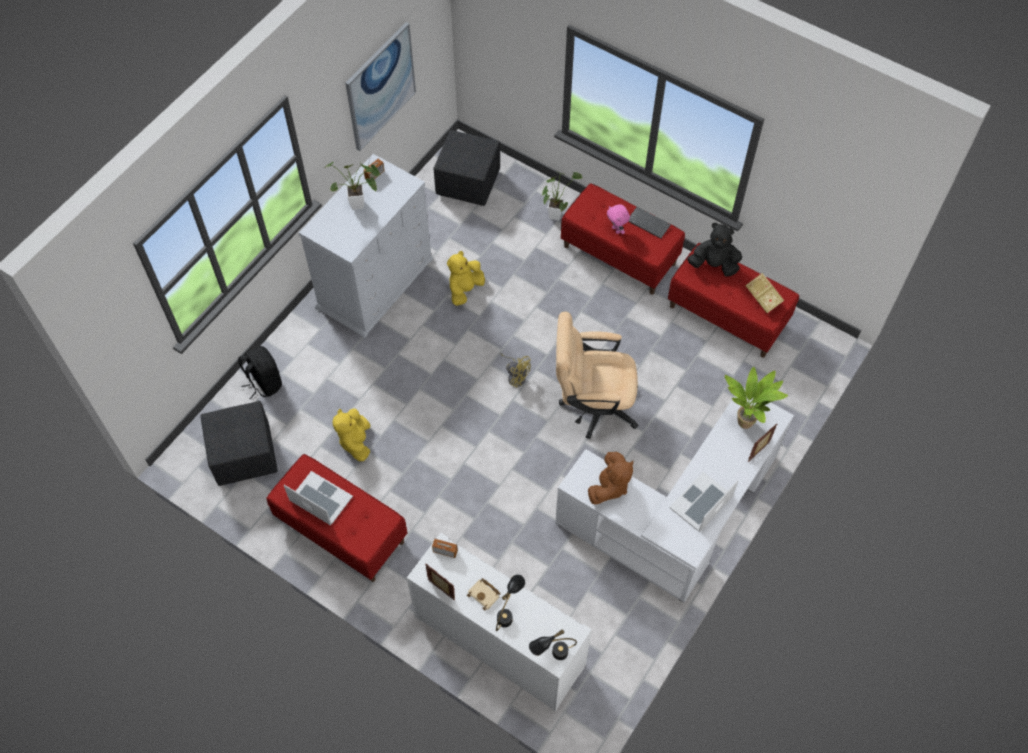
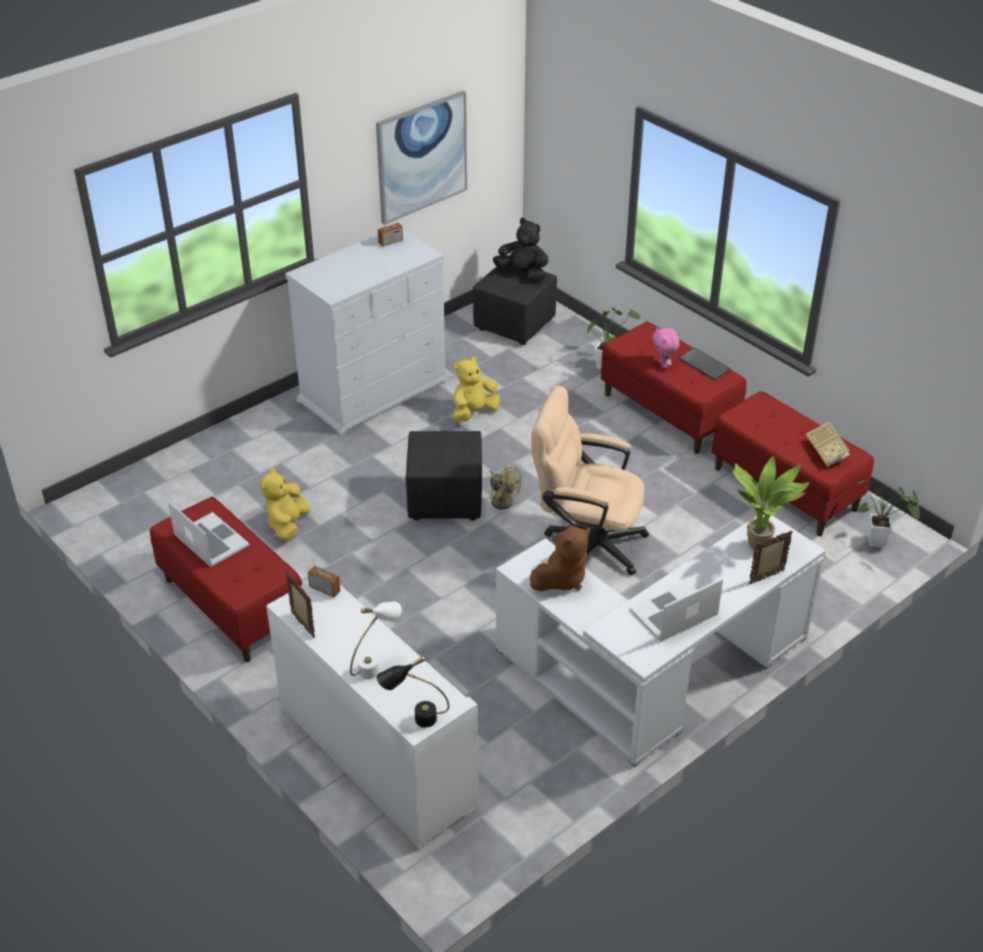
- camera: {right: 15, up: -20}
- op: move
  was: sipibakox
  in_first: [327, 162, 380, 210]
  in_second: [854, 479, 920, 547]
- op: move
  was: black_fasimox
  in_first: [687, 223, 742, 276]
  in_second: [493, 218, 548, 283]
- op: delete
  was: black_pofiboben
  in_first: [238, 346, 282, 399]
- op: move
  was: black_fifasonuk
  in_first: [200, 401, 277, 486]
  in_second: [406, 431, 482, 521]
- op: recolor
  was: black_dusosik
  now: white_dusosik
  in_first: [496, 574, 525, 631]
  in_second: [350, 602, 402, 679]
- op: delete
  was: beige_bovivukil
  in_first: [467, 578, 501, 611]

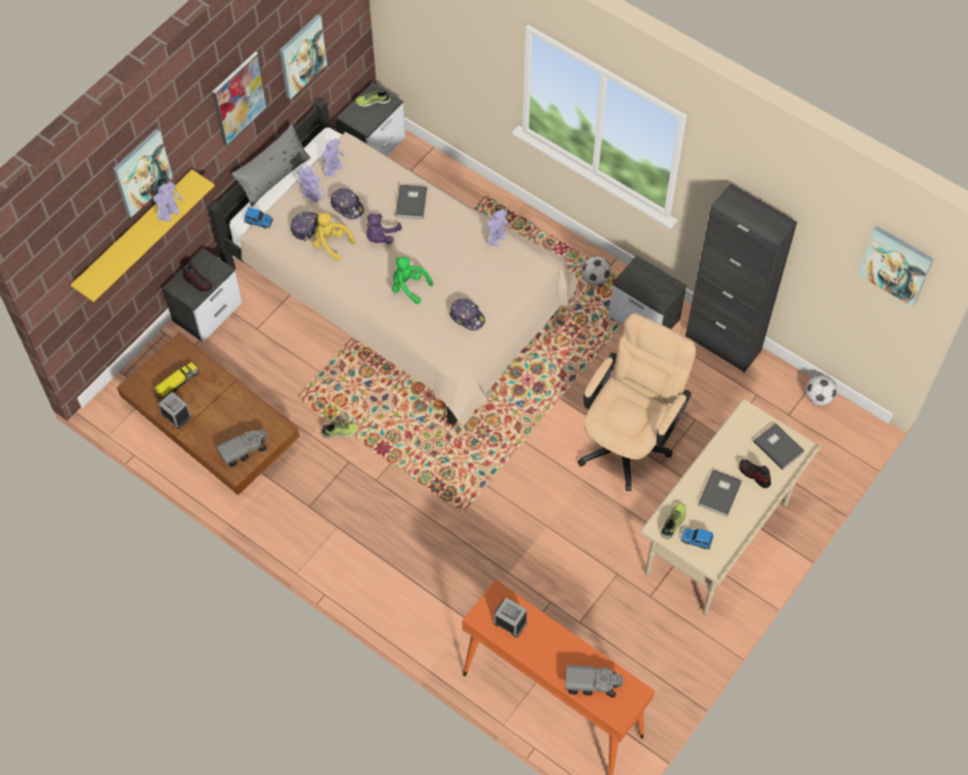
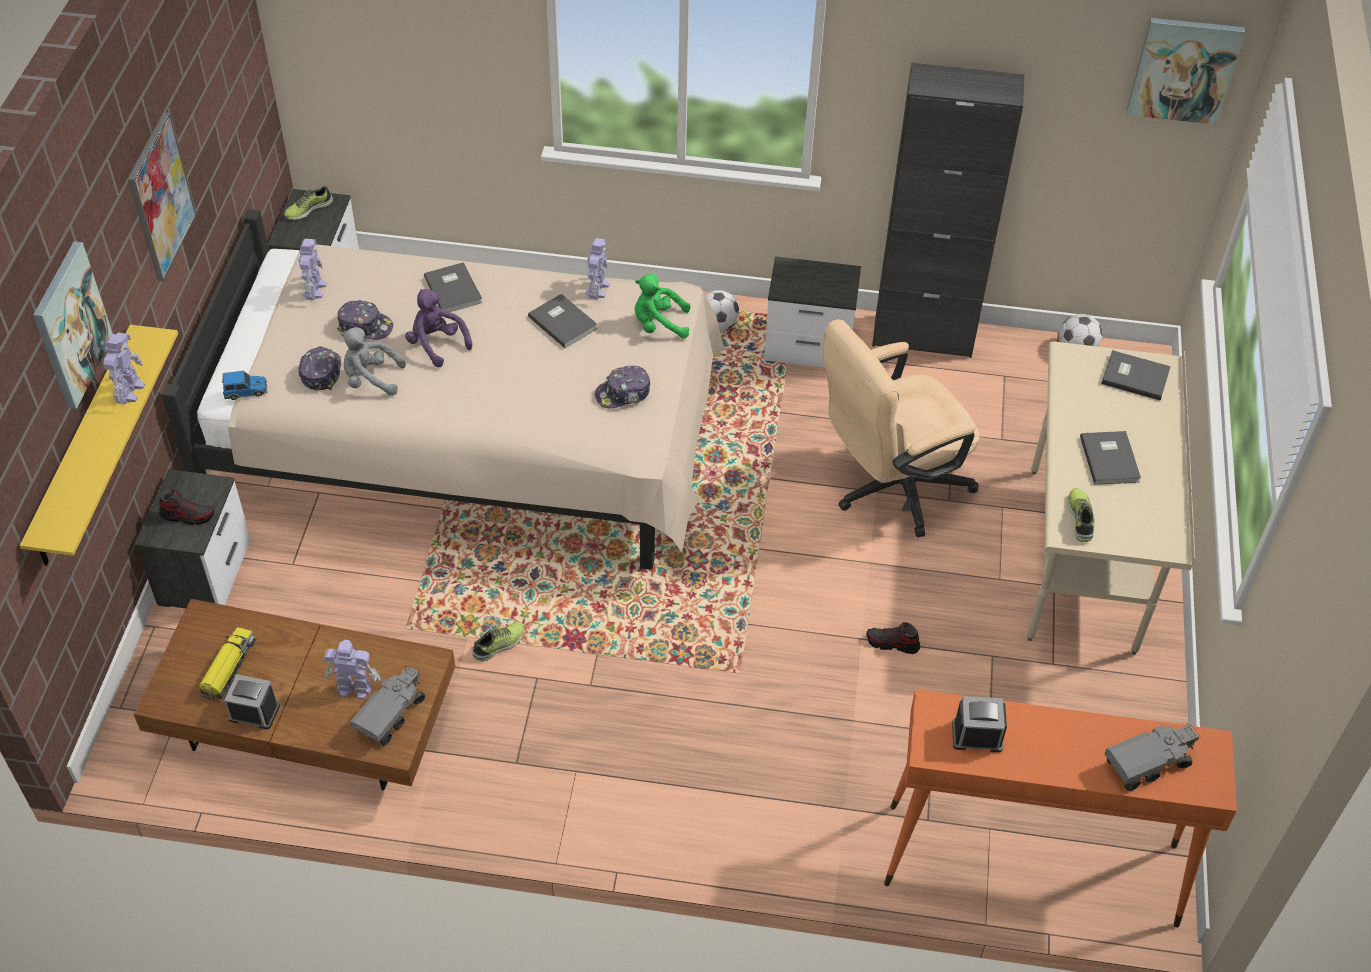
- camera: {right: -30, up: -10}
- op: delete
  was: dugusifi
  in_first: [280, 14, 327, 99]
- op: delete
  was: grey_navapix
  in_first: [232, 125, 311, 207]
- op: move
  was: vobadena
  in_first: [296, 166, 325, 203]
  in_second: [324, 640, 381, 699]
- op: recolor
  was: yellow_fasimox
  now: grey_fasimox
  in_first: [313, 213, 355, 261]
  in_second: [341, 327, 406, 396]
- op: rotate
  was: purple_fasimox
  in_first: [366, 213, 402, 244]
  in_second: [405, 289, 472, 367]
  clockwise: 135
- op: move
  was: green_fasimox
  in_first: [392, 257, 433, 304]
  in_second: [635, 274, 690, 339]
- op: rotate
  was: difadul
  in_first: [449, 298, 485, 331]
  in_second: [595, 366, 650, 408]
  clockwise: 150
- op: rotate
  was: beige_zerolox
  in_first: [578, 313, 696, 491]
  in_second: [822, 319, 980, 537]
  clockwise: -120
- op: move
  was: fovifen
  in_first: [739, 459, 771, 488]
  in_second: [866, 622, 920, 654]
- op: delete
  was: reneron
  in_first: [681, 529, 714, 550]
- op: insert
  now: grey_bovivukil
  in_second: [528, 294, 598, 348]

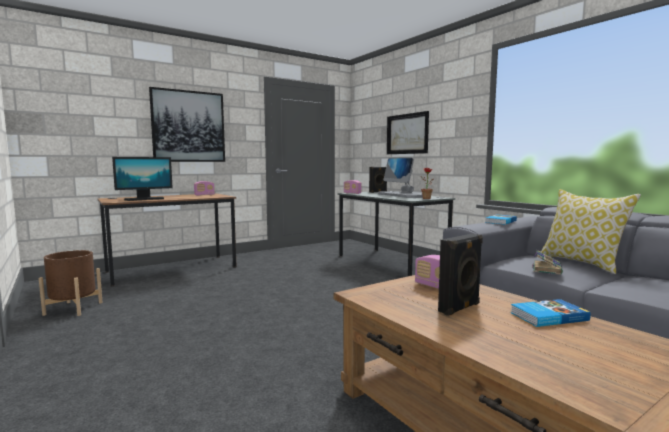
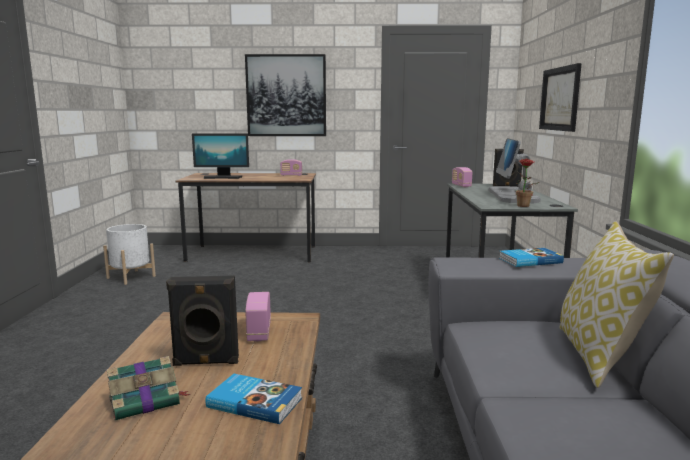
- camera: {right: 35, up: 5}
- op: recolor
  was: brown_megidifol
  now: white_megidifol
  in_first: [39, 250, 103, 316]
  in_second: [103, 224, 156, 285]
- op: move
  was: bovivukil
  in_first: [532, 250, 563, 275]
  in_second: [107, 356, 190, 421]

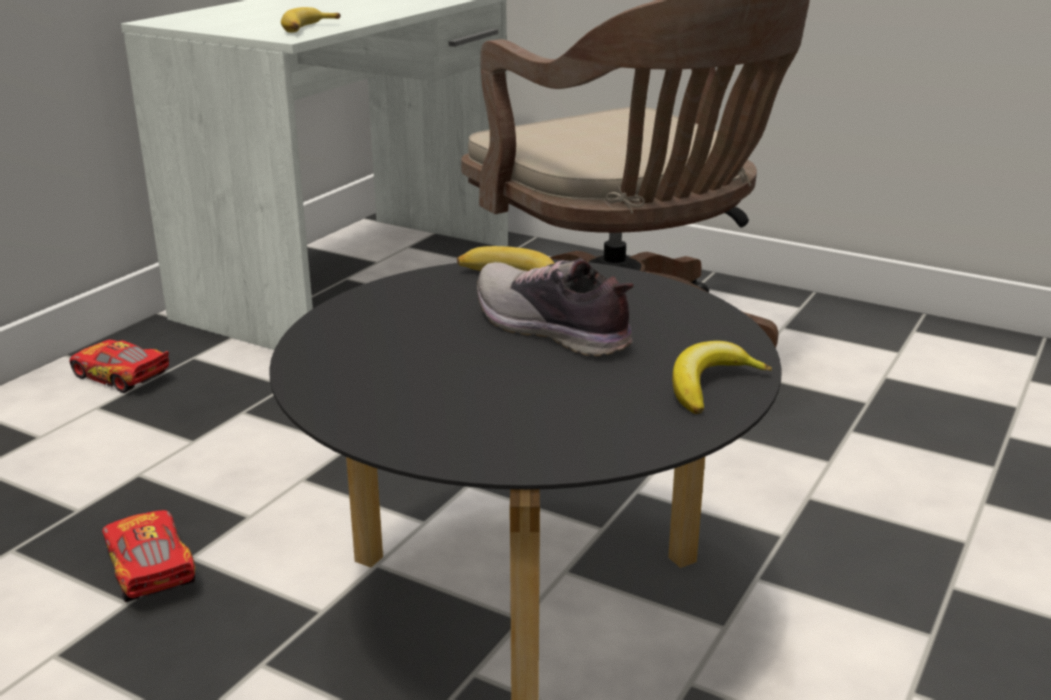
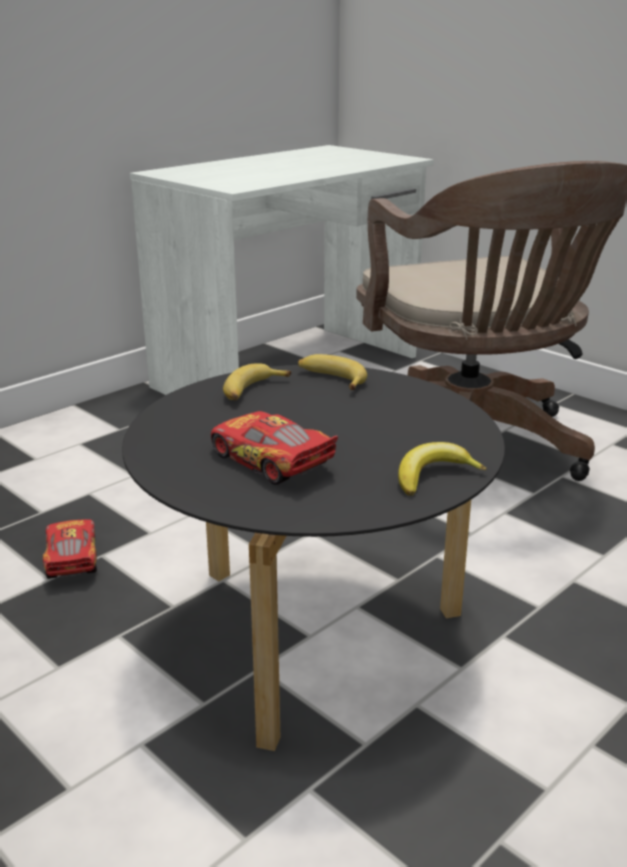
- camera: {right: 15, up: 0}
- op: move
  was: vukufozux
  in_first: [281, 7, 341, 33]
  in_second: [223, 363, 291, 400]
- op: delete
  was: fovifen
  in_first: [477, 258, 634, 356]
- op: move
  was: reneron
  in_first: [70, 340, 169, 393]
  in_second: [211, 411, 338, 485]

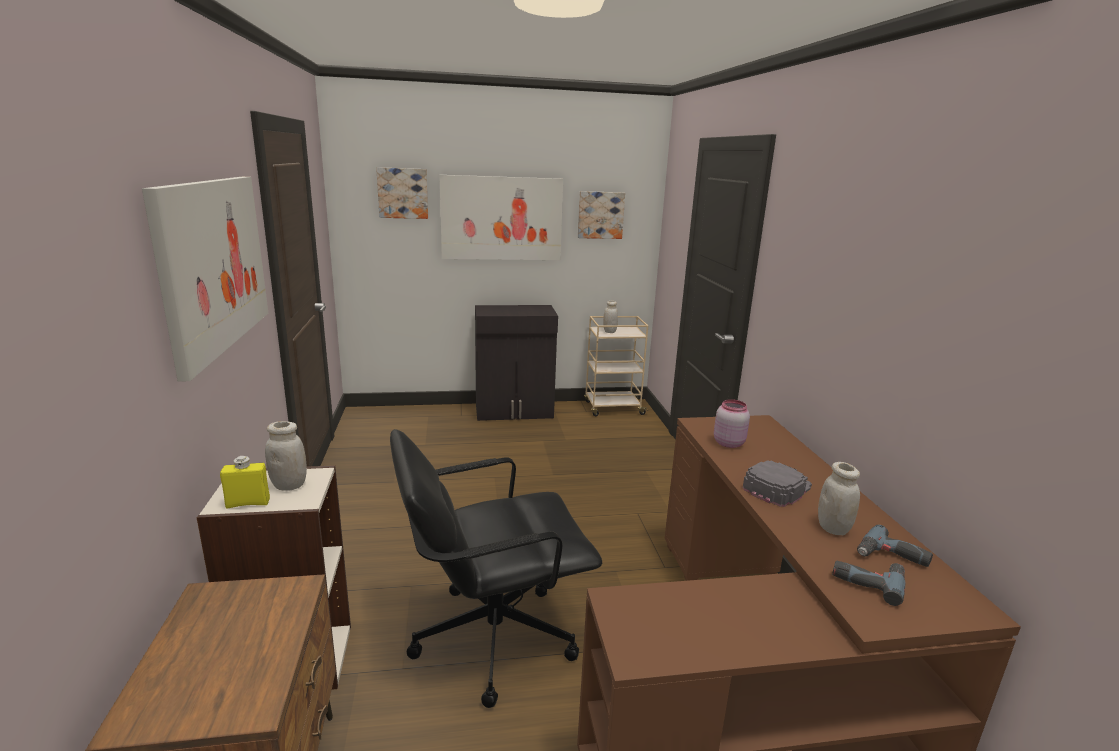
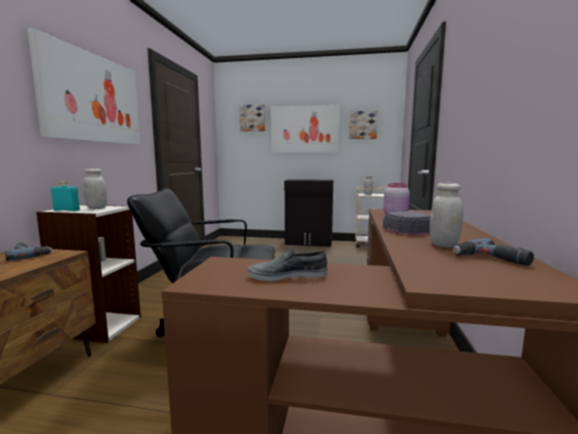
- camera: {right: 20, up: -10}
- op: recolor
  was: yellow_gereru
  now: turquoise_gereru
  in_first: [220, 456, 270, 508]
  in_second: [51, 181, 80, 211]
- op: move
  was: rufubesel
  in_first: [832, 561, 905, 606]
  in_second: [5, 243, 53, 261]
- op: insert
  now: grey_fovifen
  in_second: [247, 247, 328, 281]

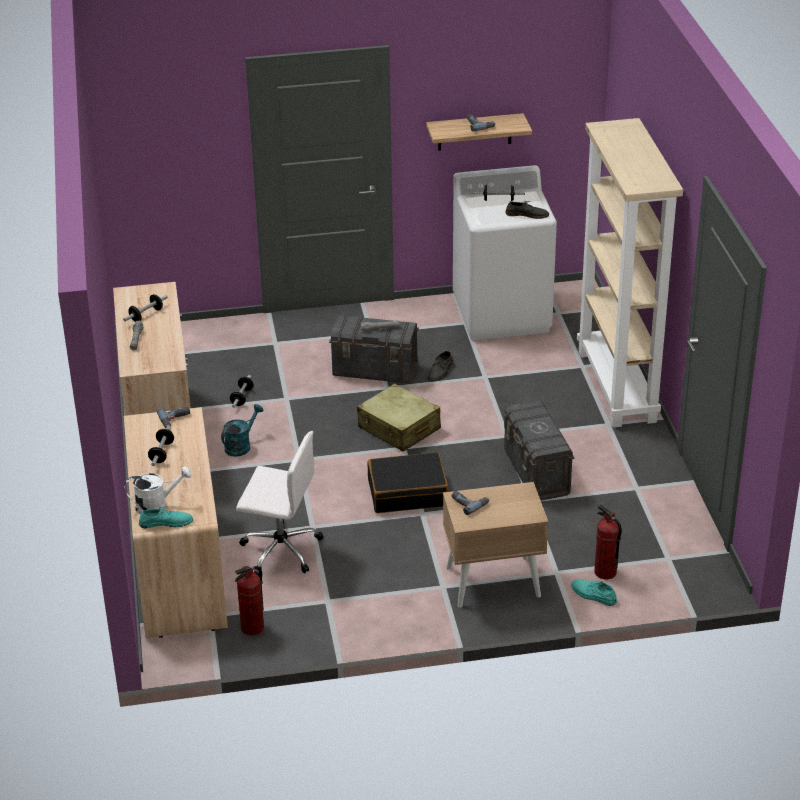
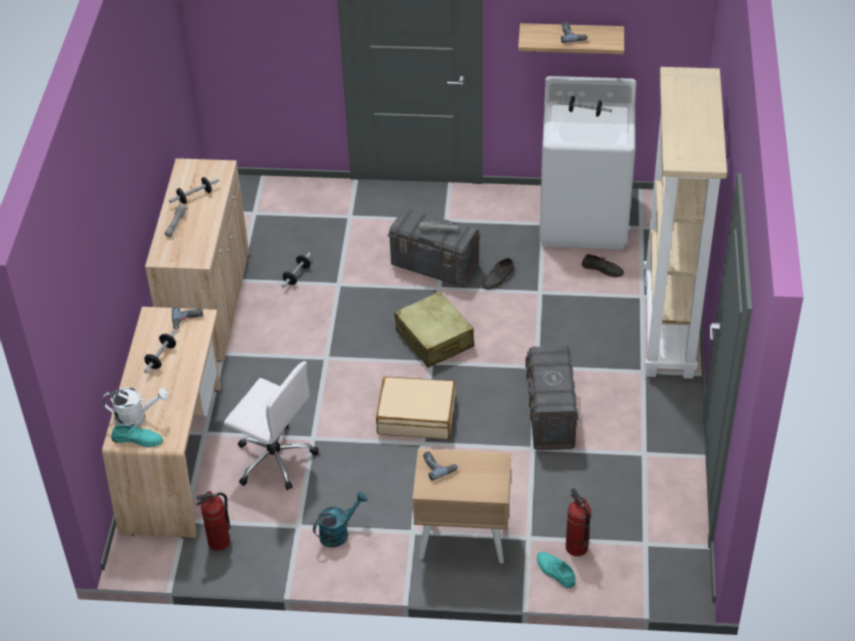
- camera: {right: 15, up: 10}
- op: move
  was: grey_fovifen
  in_first: [505, 201, 549, 219]
  in_second: [582, 254, 624, 277]
- op: move
  was: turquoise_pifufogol
  in_first: [221, 404, 264, 457]
  in_second: [313, 492, 368, 547]
- op: recolor
  was: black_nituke
  now: beige_nituke
  in_first: [367, 452, 448, 513]
  in_second: [376, 377, 456, 439]

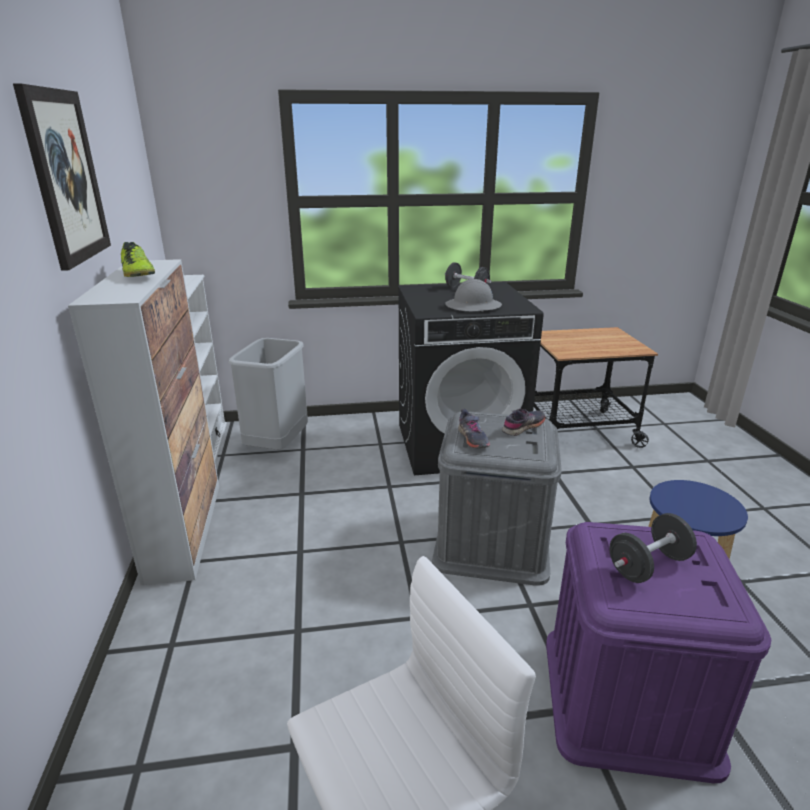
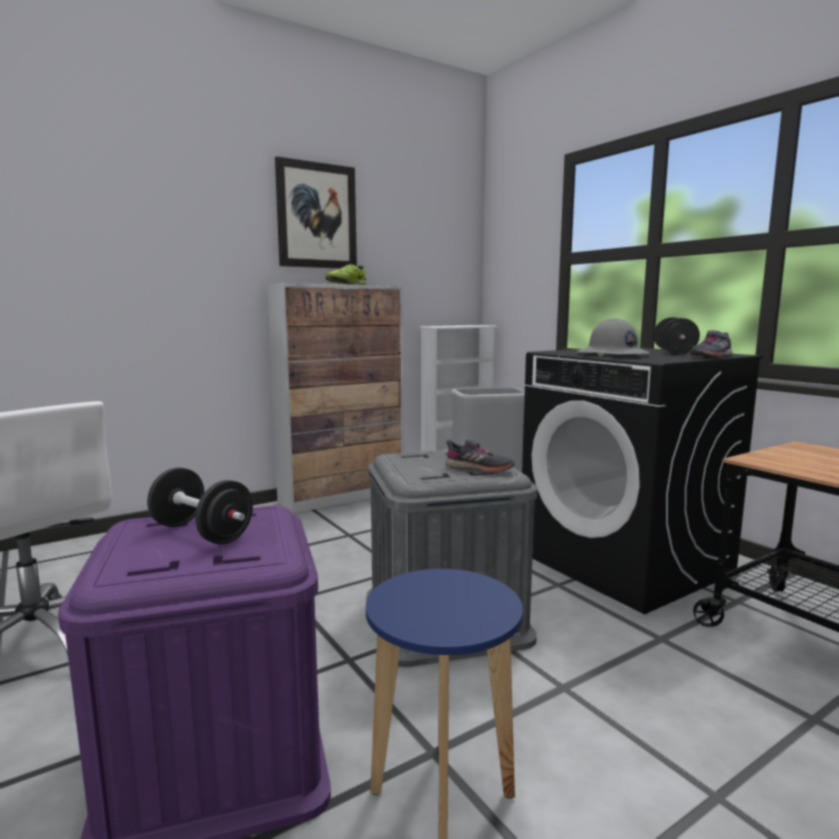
- camera: {right: 65, up: -15}
- op: move
  was: grey_fovifen
  in_first: [458, 409, 490, 448]
  in_second: [690, 330, 732, 357]

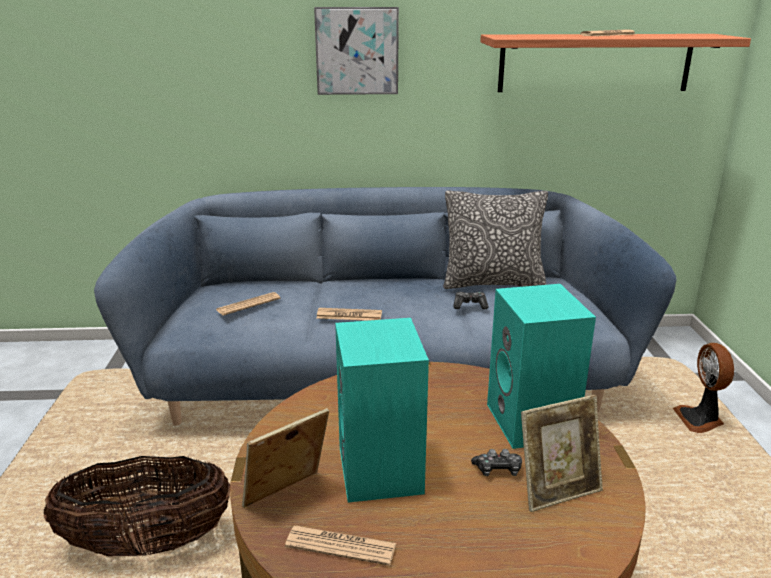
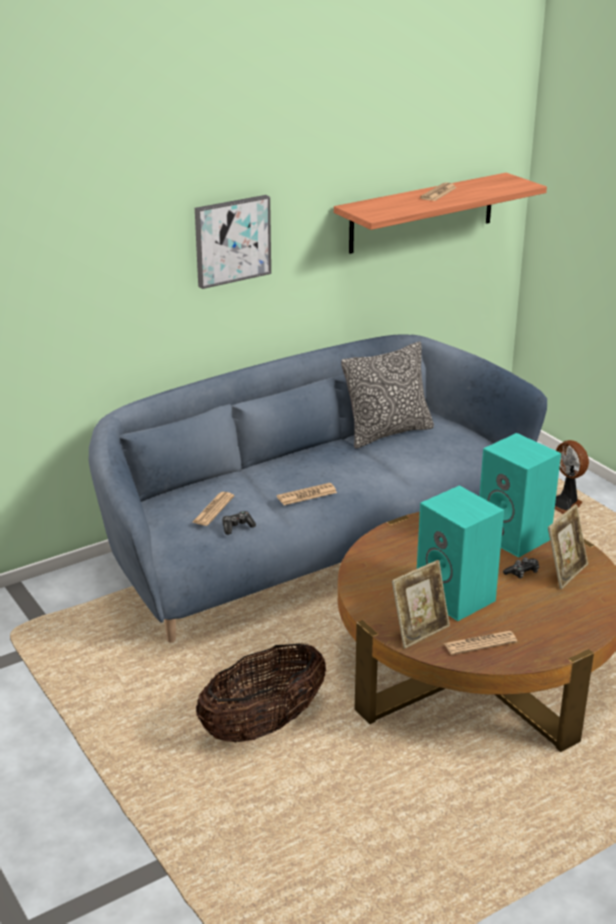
- camera: {right: -30, up: 5}
- op: move
  was: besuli
  in_first: [453, 292, 489, 309]
  in_second: [222, 511, 256, 535]
- op: rotate
  was: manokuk
  in_first: [242, 408, 329, 508]
  in_second: [392, 560, 450, 648]
  clockwise: -150

